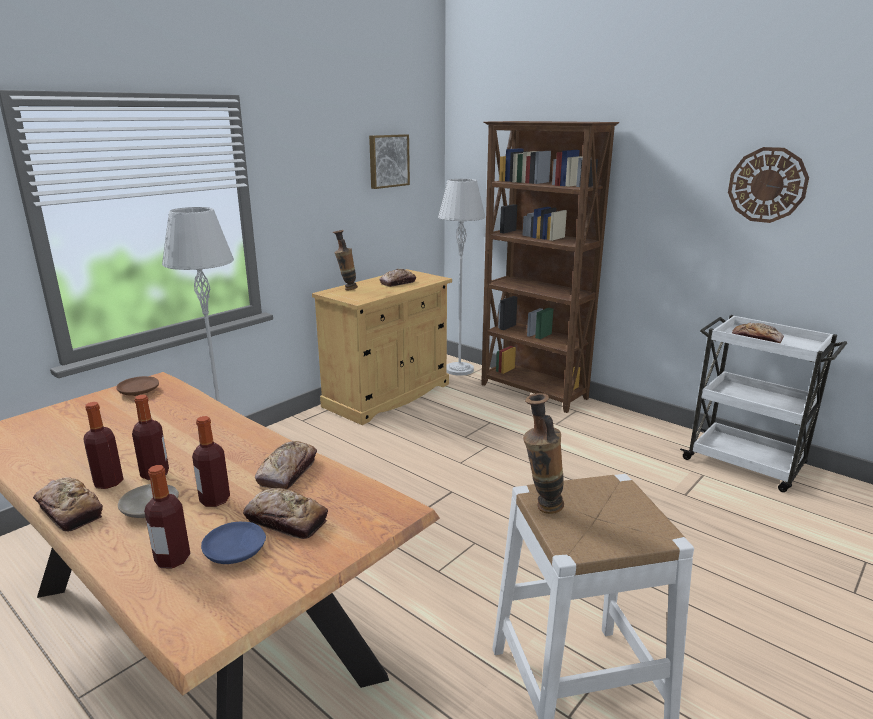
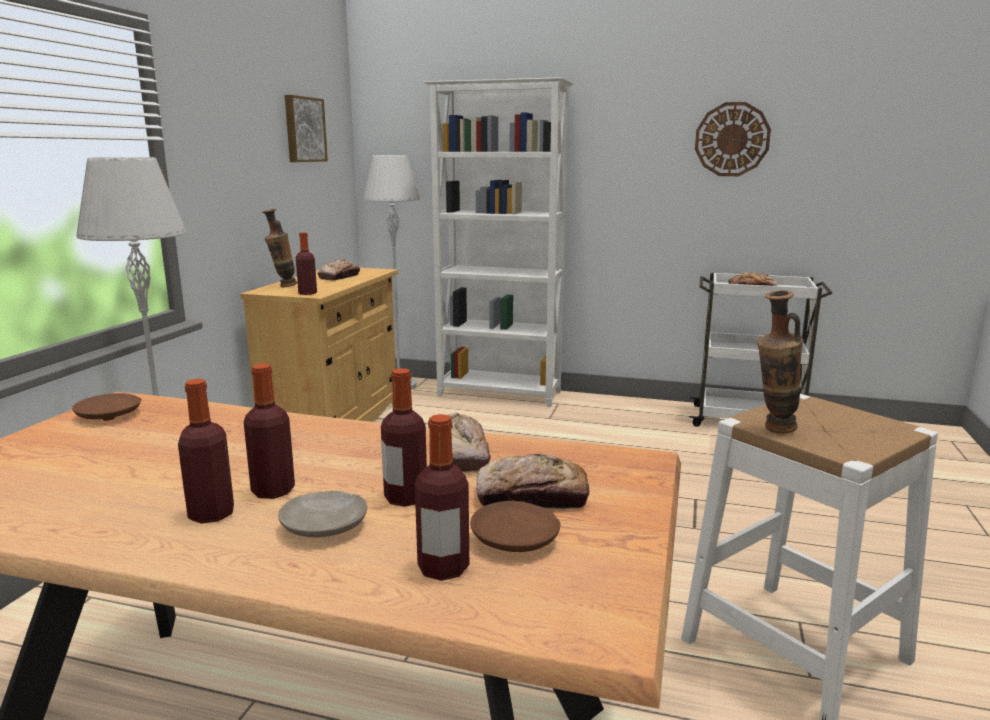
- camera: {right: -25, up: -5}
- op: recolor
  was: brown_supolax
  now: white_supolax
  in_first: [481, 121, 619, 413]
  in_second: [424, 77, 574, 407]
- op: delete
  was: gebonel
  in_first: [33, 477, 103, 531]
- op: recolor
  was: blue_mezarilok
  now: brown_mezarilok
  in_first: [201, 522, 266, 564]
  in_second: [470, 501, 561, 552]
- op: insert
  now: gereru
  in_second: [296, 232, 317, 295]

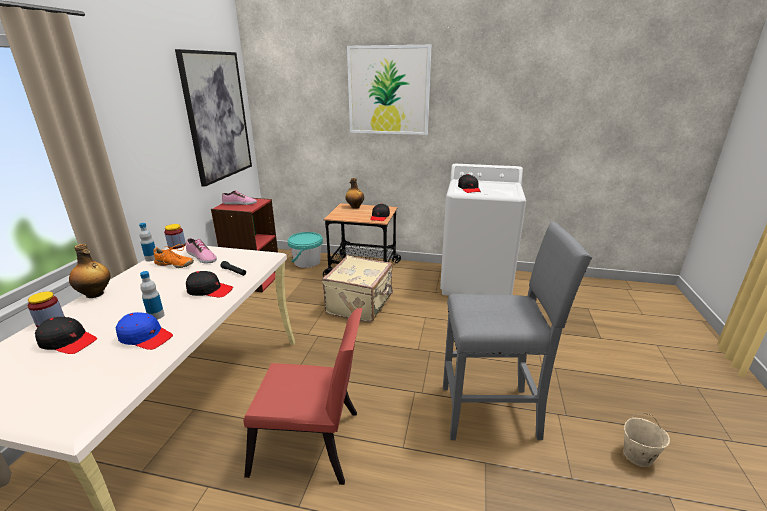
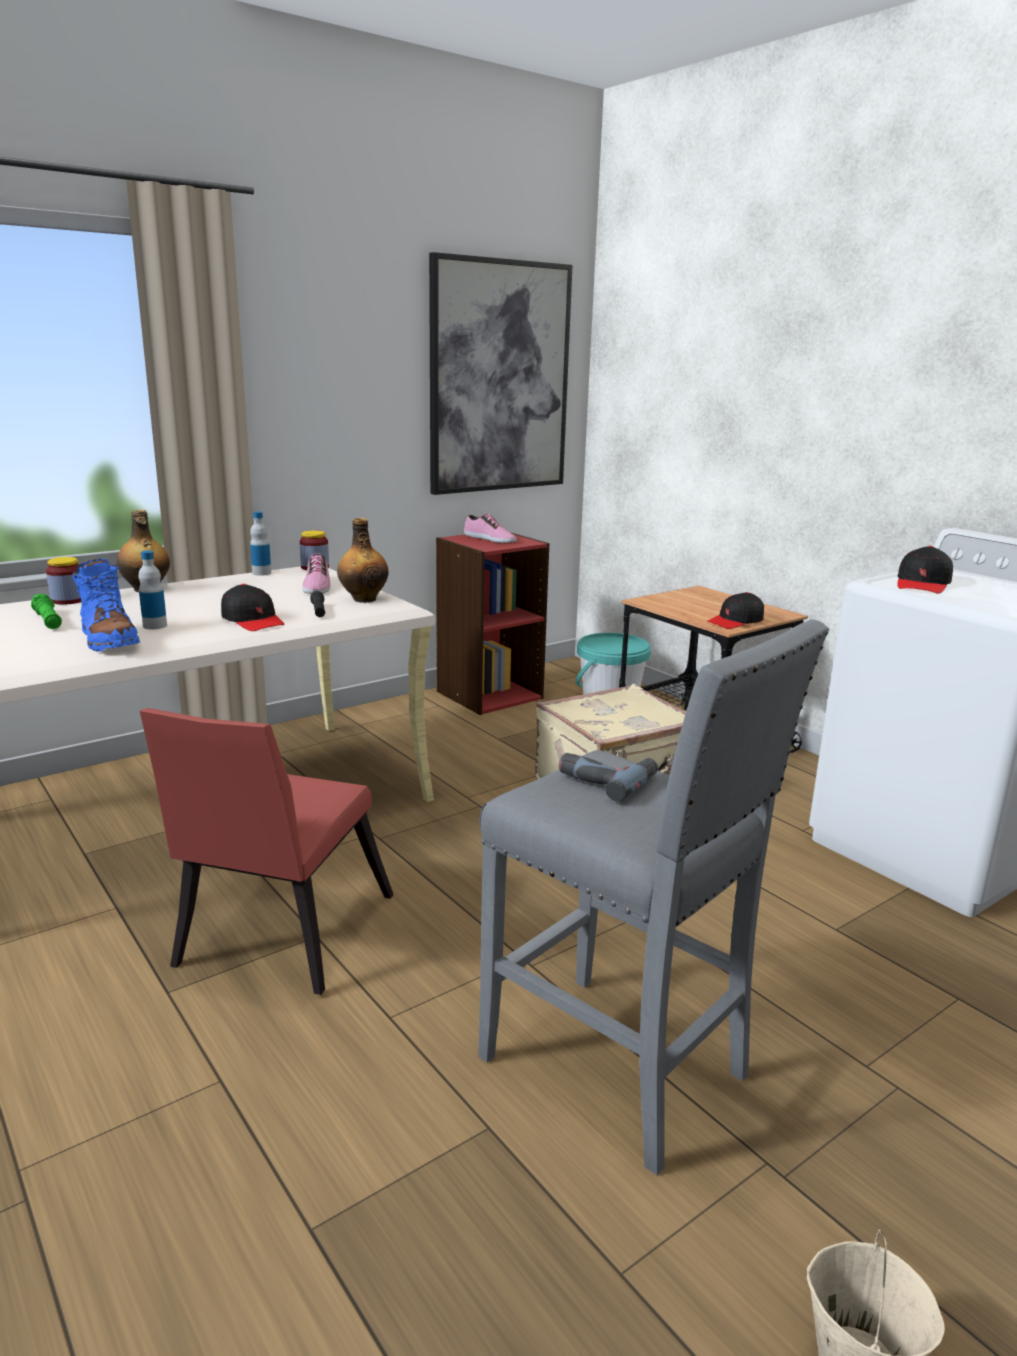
- camera: {right: 40, up: -5}
- op: delete
  was: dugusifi
  in_first: [347, 45, 432, 135]
- op: move
  was: gereru
  in_first: [345, 178, 364, 209]
  in_second: [337, 518, 389, 603]
- op: delete
  was: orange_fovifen
  in_first: [153, 244, 194, 268]
- op: rotate
  was: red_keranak
  in_first: [243, 308, 363, 485]
  in_second: [140, 708, 394, 995]
  clockwise: 60
- op: replace
  was: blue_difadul
  now: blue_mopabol
  in_first: [116, 312, 173, 350]
  in_second: [72, 558, 140, 652]
- op: replace
  was: black_difadul
  now: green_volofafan
  in_first: [35, 317, 97, 354]
  in_second: [31, 594, 62, 629]
- op: insert
  now: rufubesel
  in_second: [559, 753, 658, 802]

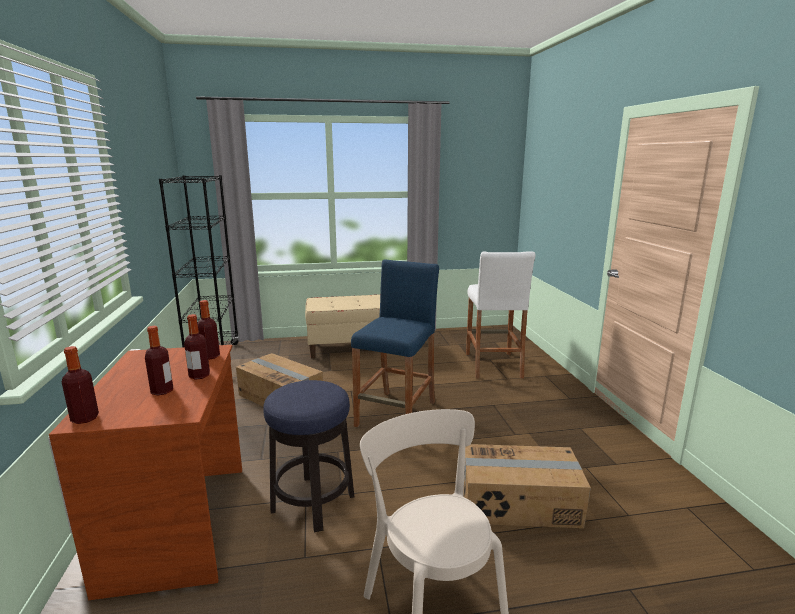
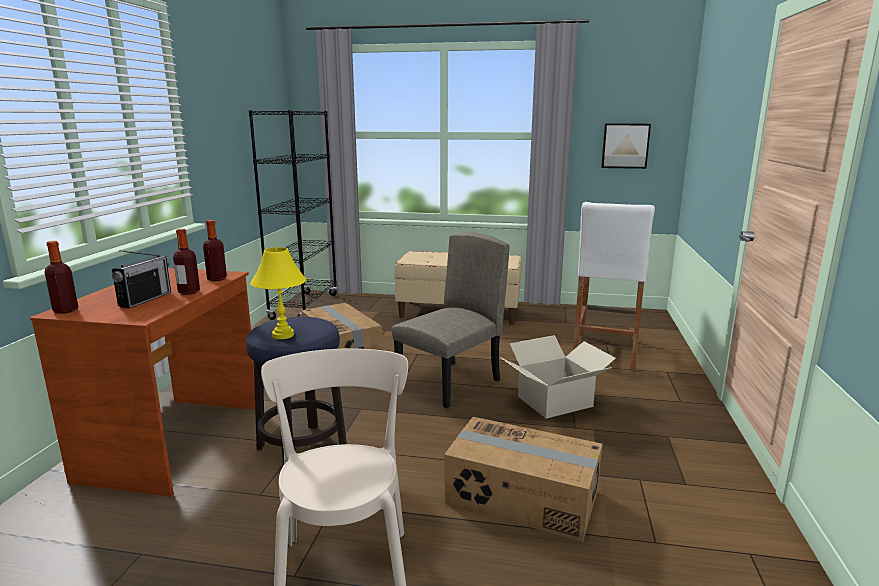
- camera: {right: 20, up: 0}
- op: replace
  was: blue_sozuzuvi
  now: beige_keranak
  in_first: [351, 260, 439, 427]
  in_second: [392, 232, 509, 408]
- op: replace
  was: gereru
  now: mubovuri
  in_first: [145, 326, 173, 395]
  in_second: [112, 250, 171, 308]
- op: insert
  now: dugusifi
  in_second: [601, 124, 651, 169]
- op: insert
  now: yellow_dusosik
  in_second: [250, 247, 307, 339]
- op: insert
  now: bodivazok
  in_second: [500, 335, 616, 419]

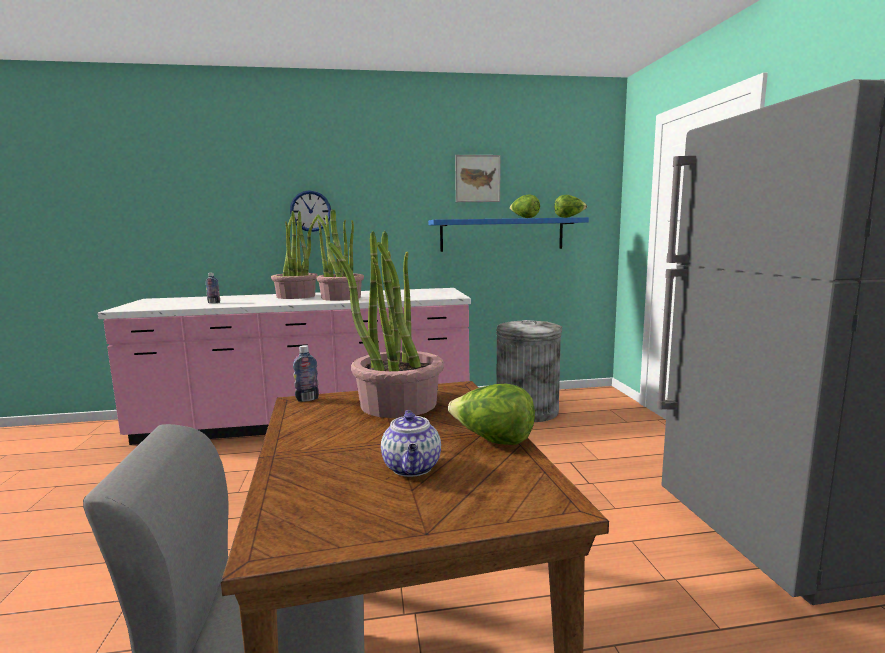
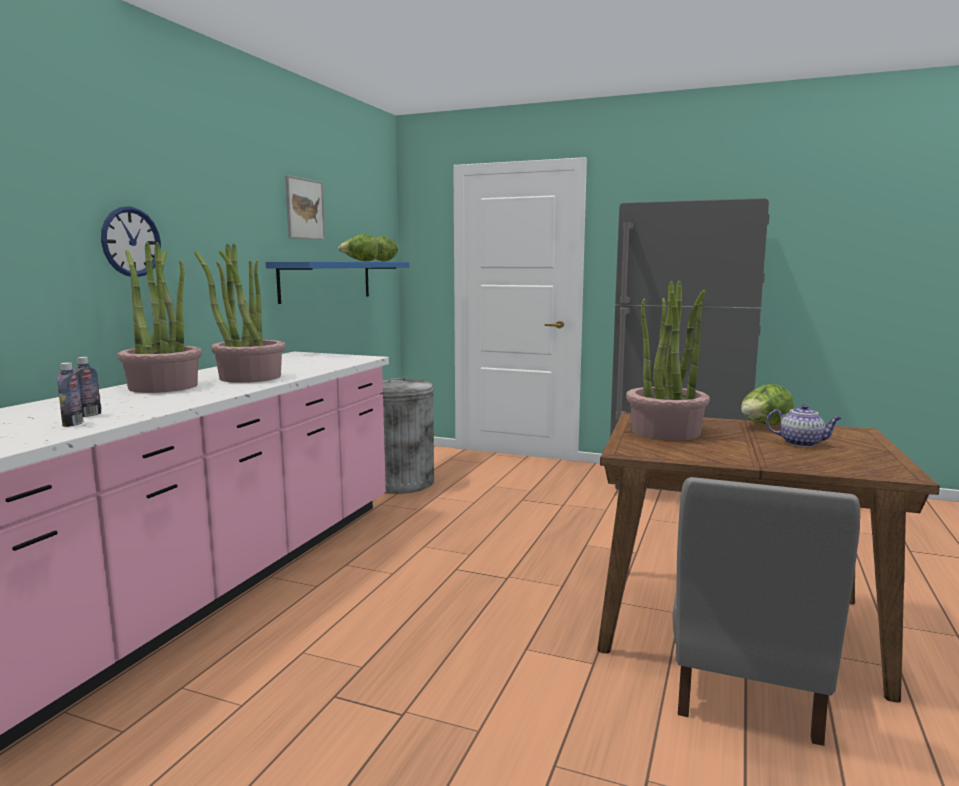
- camera: {right: -60, up: 0}
- op: move
  was: gereru
  in_first: [293, 345, 319, 402]
  in_second: [57, 362, 84, 427]

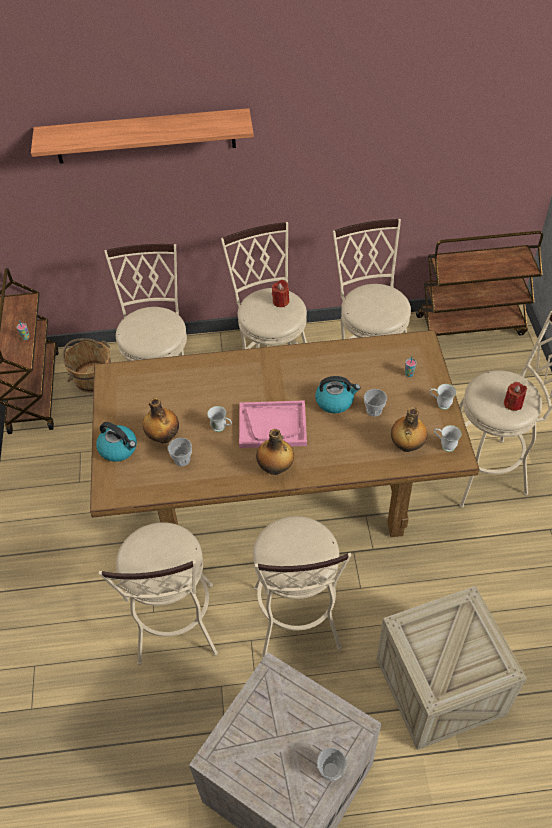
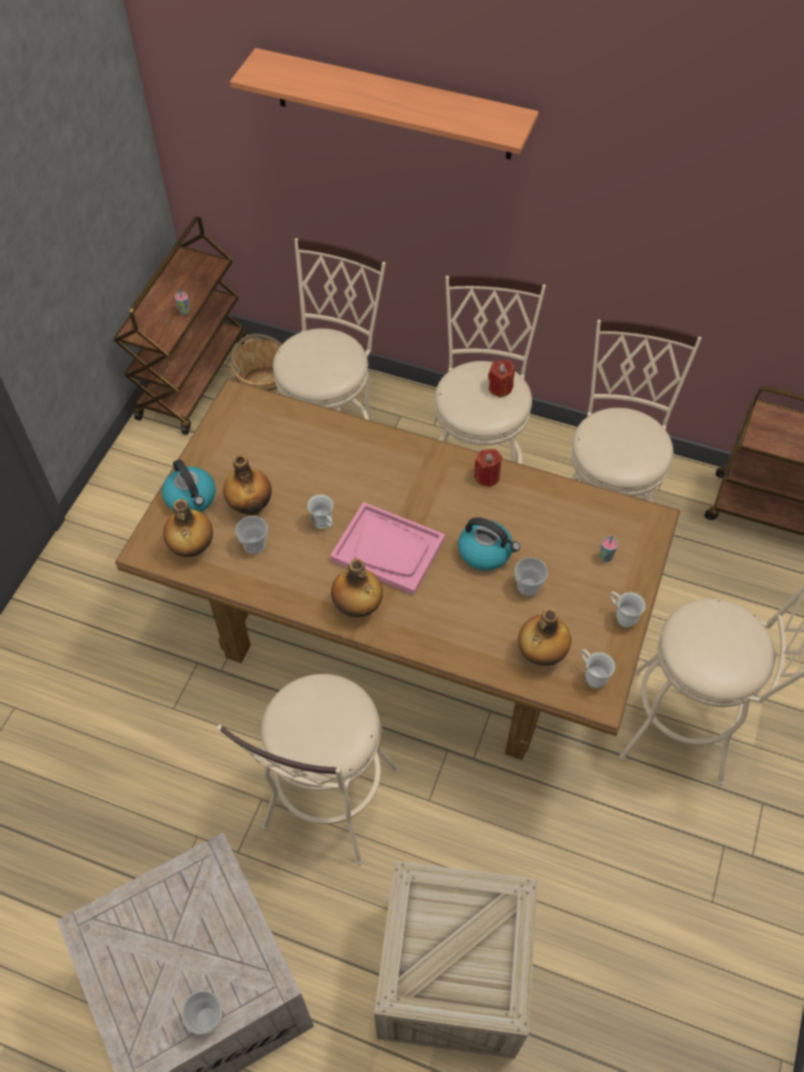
- camera: {right: 25, up: 5}
- op: move
  was: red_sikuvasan
  in_first: [504, 382, 527, 411]
  in_second: [474, 449, 502, 487]
- op: delete
  was: beige_sozuzuvi
  in_first: [99, 522, 218, 665]
- op: insert
  now: gereru
  in_second: [163, 499, 213, 557]

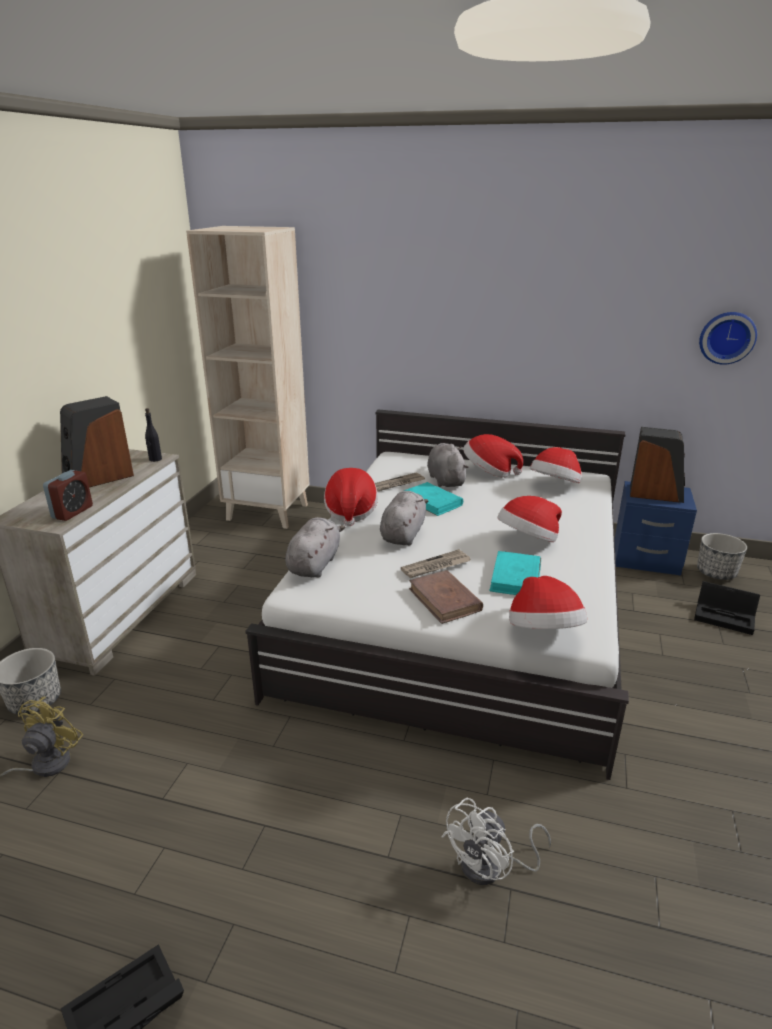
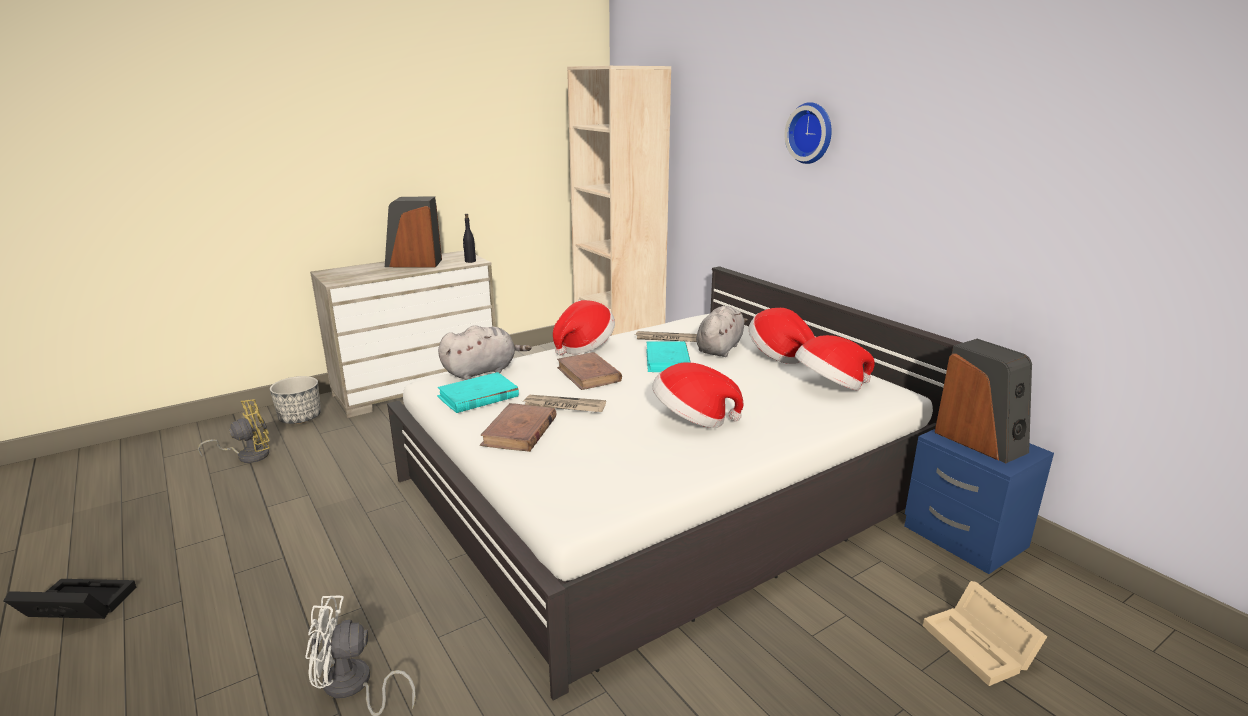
- camera: {right: 40, up: -5}
- op: move
  was: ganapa
  in_first: [699, 312, 757, 365]
  in_second: [785, 102, 832, 164]
- op: delete
  was: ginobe
  in_first: [43, 470, 93, 521]
- op: replace
  was: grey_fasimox
  now: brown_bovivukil
  in_first: [380, 491, 429, 545]
  in_second: [557, 352, 622, 390]
- op: delete
  was: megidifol
  in_first: [697, 533, 747, 580]
- op: move
  was: turquoise_bovivukil
  in_first: [489, 551, 541, 595]
  in_second: [437, 372, 519, 413]
- op: delete
  was: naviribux
  in_first: [509, 576, 587, 629]
- op: recolor
  was: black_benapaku
  now: beige_benapaku
  in_first: [694, 581, 760, 635]
  in_second: [923, 581, 1047, 686]

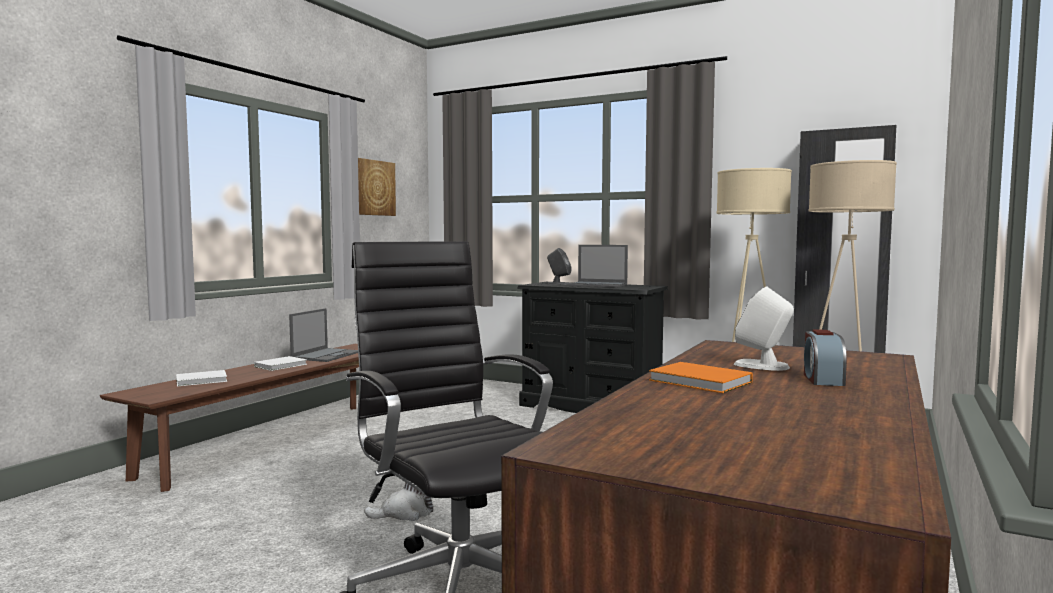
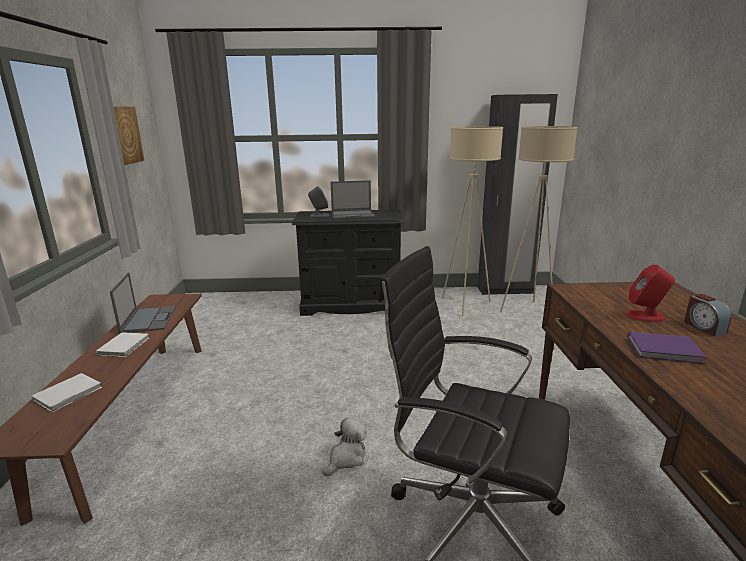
- camera: {right: -30, up: 15}
- op: recolor
  was: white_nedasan
  now: red_nedasan
  in_first: [734, 286, 794, 371]
  in_second: [626, 265, 675, 322]
- op: recolor
  was: orange_bovivukil
  now: purple_bovivukil
  in_first: [649, 362, 753, 393]
  in_second: [627, 332, 707, 364]

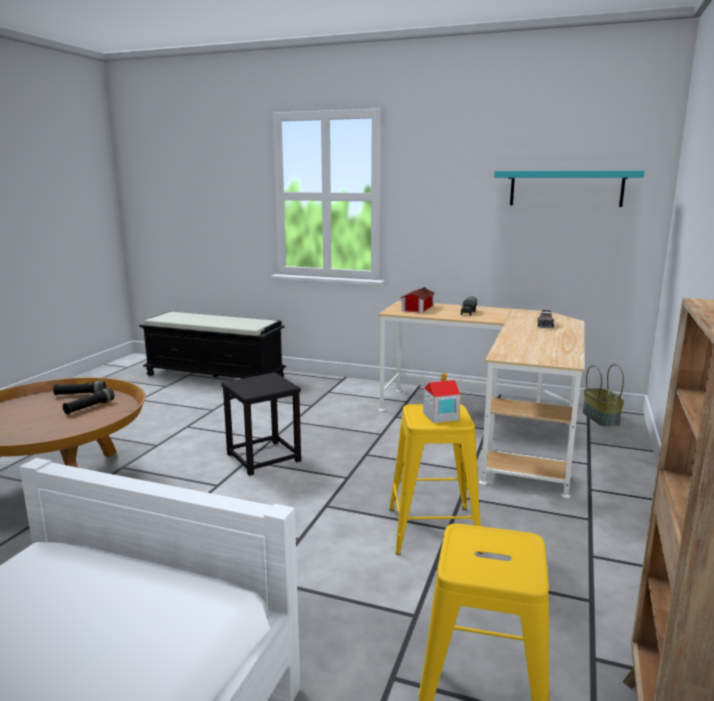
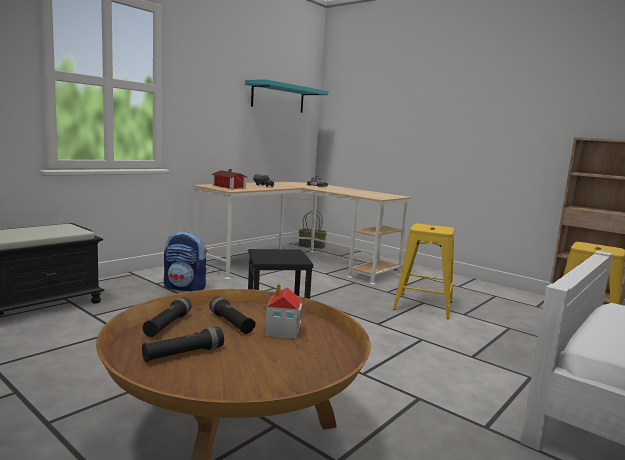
- camera: {right: -70, up: -5}
- op: move
  was: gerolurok
  in_first: [423, 373, 461, 423]
  in_second: [265, 283, 302, 339]
- op: insert
  now: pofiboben
  in_second: [164, 231, 207, 291]
- op: insert
  now: black_volofafan
  in_second: [142, 327, 224, 362]

